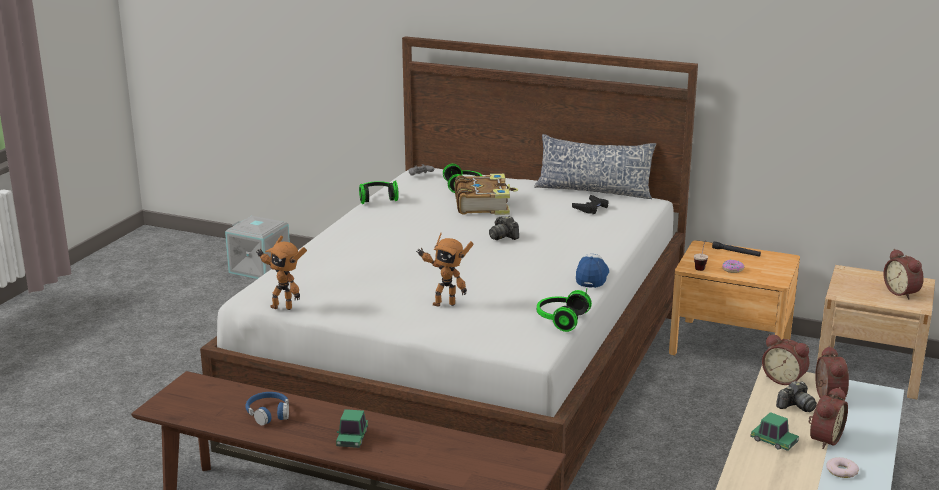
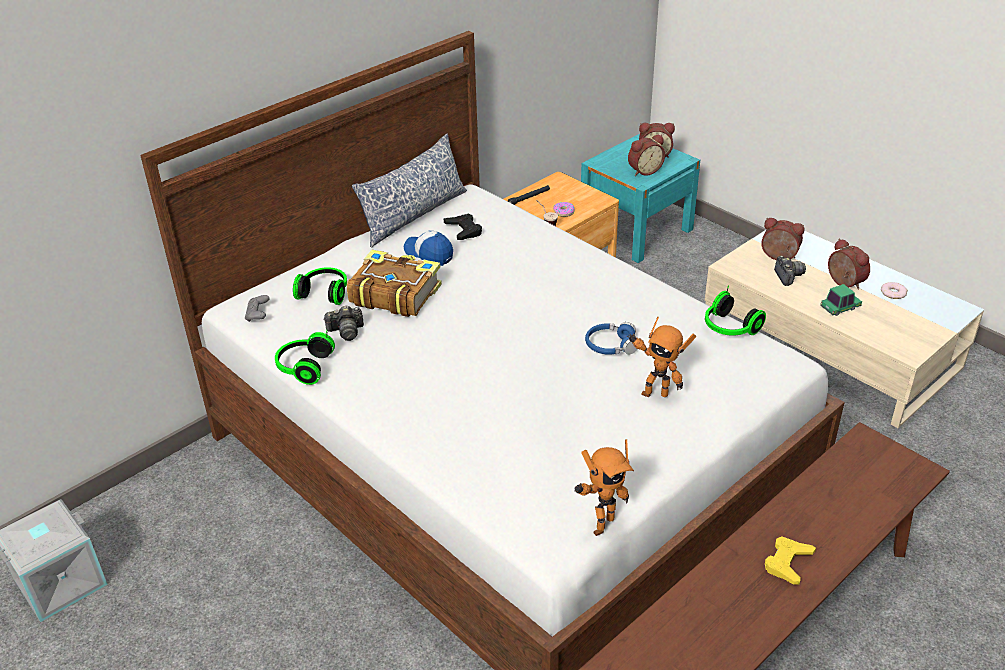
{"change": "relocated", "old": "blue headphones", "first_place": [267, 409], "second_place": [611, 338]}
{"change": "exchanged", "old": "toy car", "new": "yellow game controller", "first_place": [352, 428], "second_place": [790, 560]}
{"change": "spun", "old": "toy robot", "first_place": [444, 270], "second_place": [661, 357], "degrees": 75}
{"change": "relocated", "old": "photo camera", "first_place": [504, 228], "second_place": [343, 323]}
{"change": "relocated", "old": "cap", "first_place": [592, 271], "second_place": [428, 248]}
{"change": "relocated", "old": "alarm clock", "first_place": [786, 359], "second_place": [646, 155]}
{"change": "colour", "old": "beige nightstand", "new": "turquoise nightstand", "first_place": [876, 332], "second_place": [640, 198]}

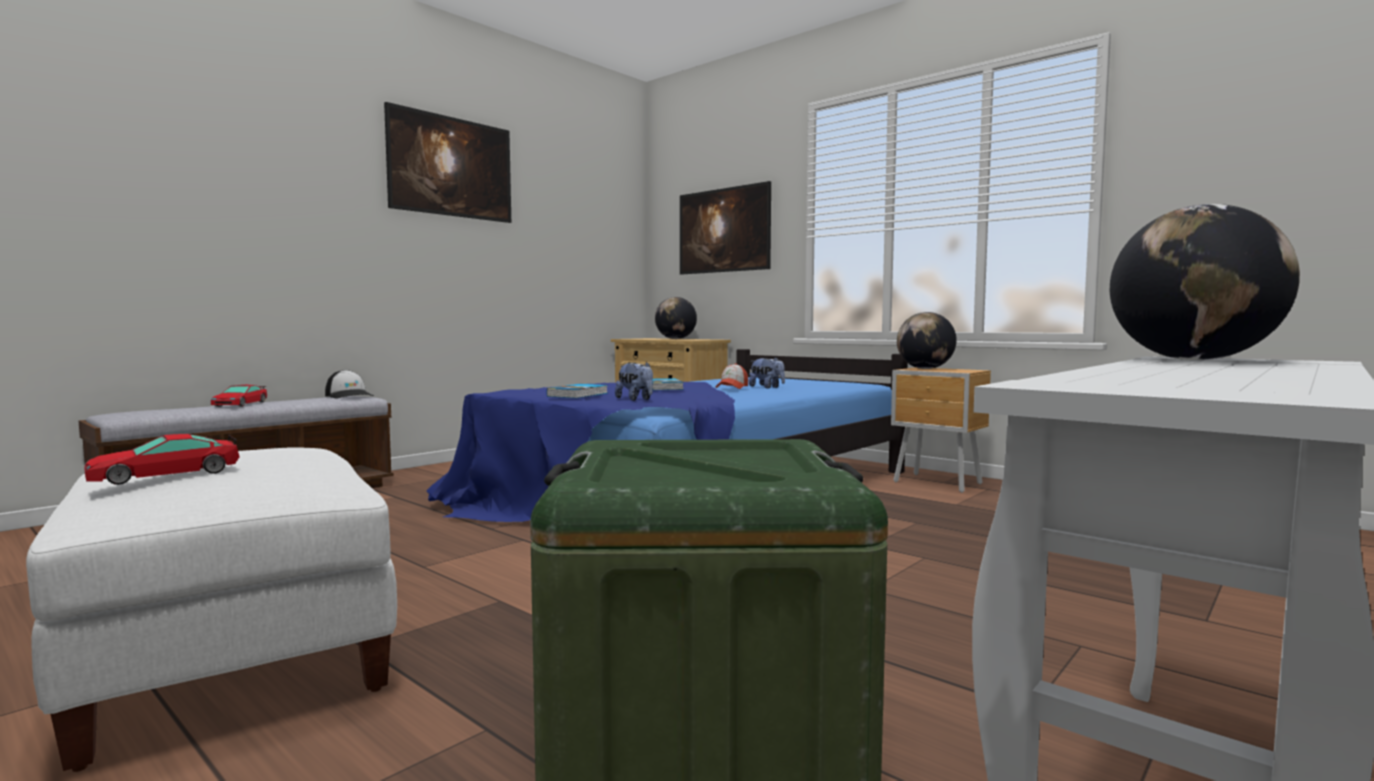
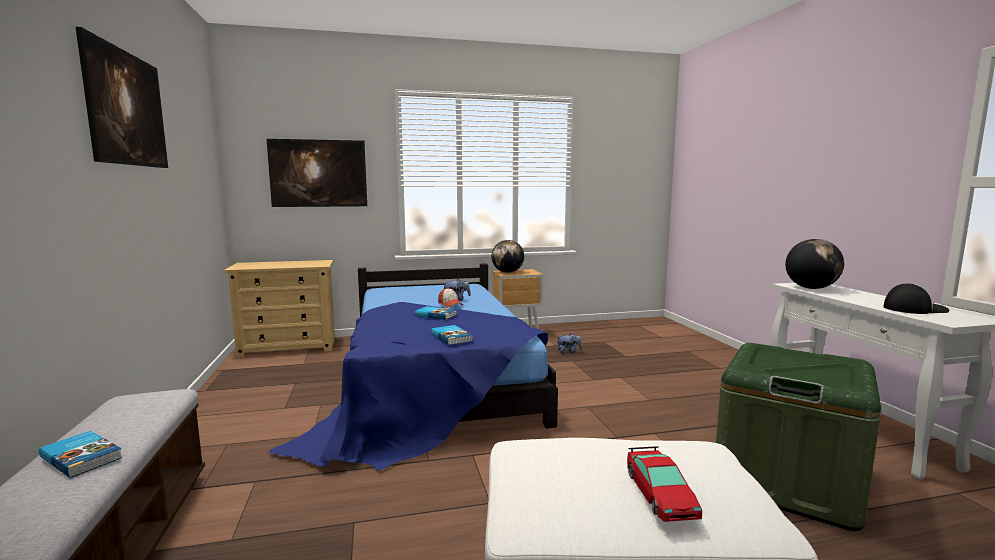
{"change": "exchanged", "old": "toy car", "new": "book", "first_place": [239, 396], "second_place": [81, 454]}
{"change": "relocated", "old": "cap", "first_place": [349, 384], "second_place": [916, 298]}
{"change": "relocated", "old": "plush toy", "first_place": [634, 381], "second_place": [569, 343]}
{"change": "missing", "old": "globe", "first_place": [676, 318]}

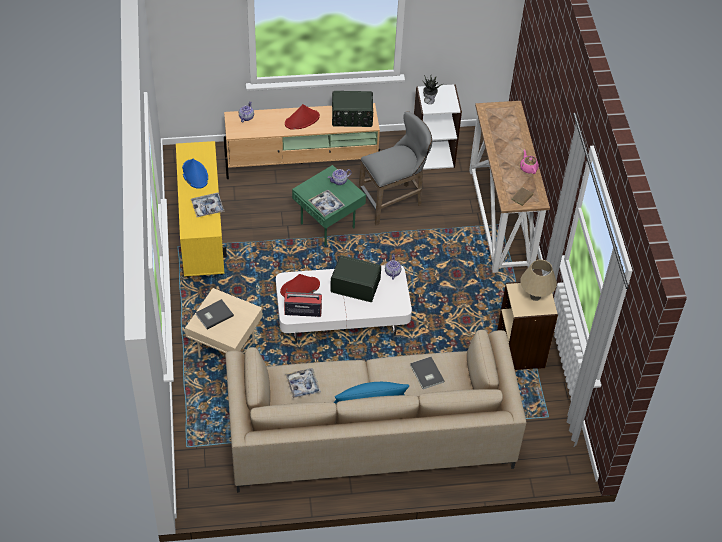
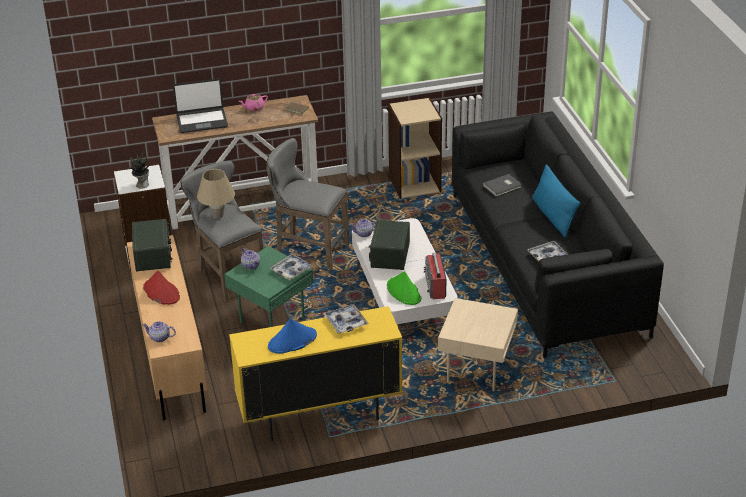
{"change": "missing", "old": "grey book", "first_place": [215, 314]}
{"change": "colour", "old": "beige sofa", "new": "black sofa", "first_place": [376, 411], "second_place": [557, 234]}
{"change": "colour", "old": "red hat", "new": "green hat", "first_place": [300, 285], "second_place": [404, 288]}
{"change": "relocated", "old": "beige table lamp", "first_place": [538, 280], "second_place": [216, 194]}
{"change": "appeared", "new": "laptop", "second_place": [200, 106]}
{"change": "appeared", "new": "grey stool", "second_place": [308, 204]}

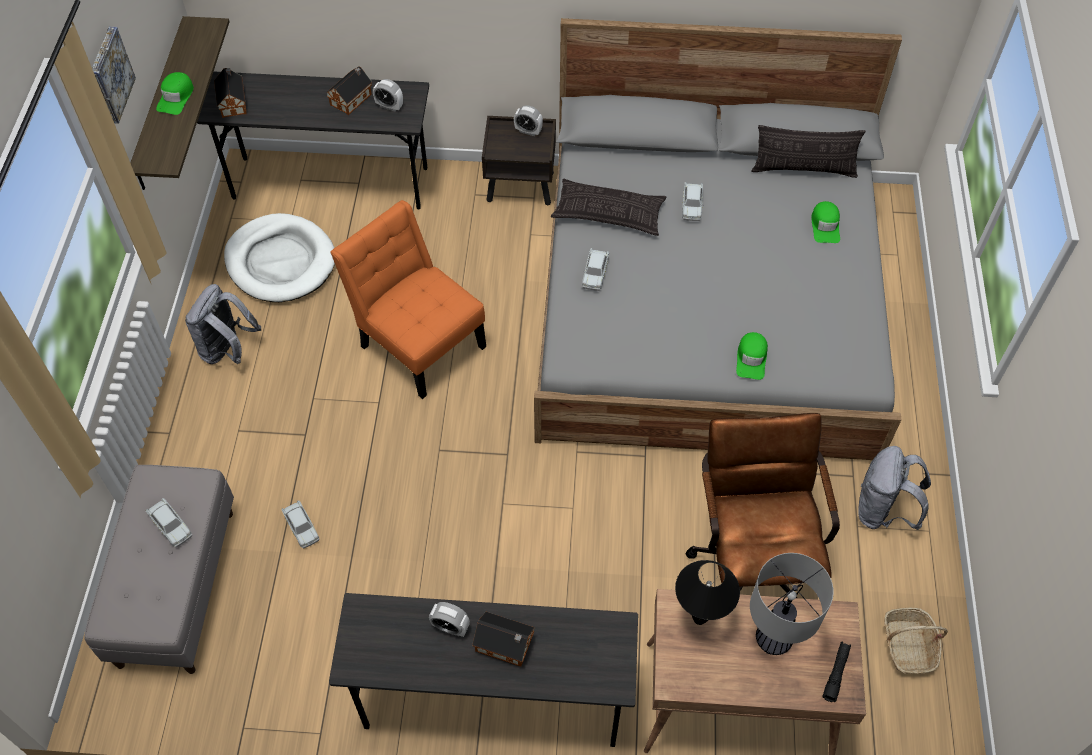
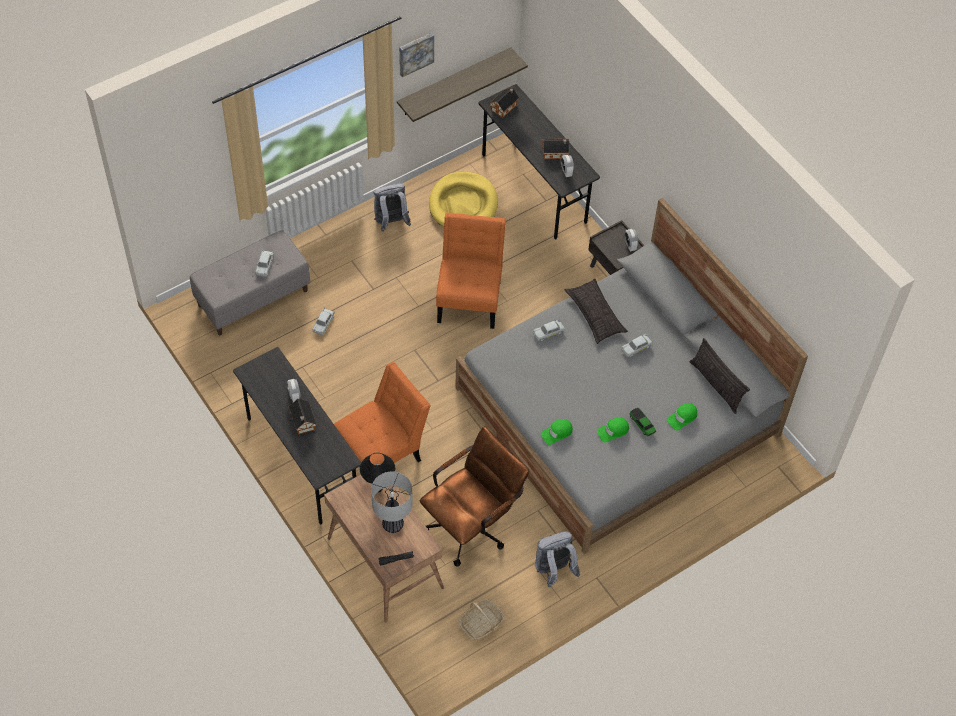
{"change": "relocated", "old": "green cap", "first_place": [175, 93], "second_place": [613, 430]}
{"change": "colour", "old": "white dog bed", "new": "yellow dog bed", "first_place": [279, 257], "second_place": [463, 199]}
{"change": "appeared", "new": "orange chair", "second_place": [382, 415]}
{"change": "appeared", "new": "toy car", "second_place": [643, 422]}

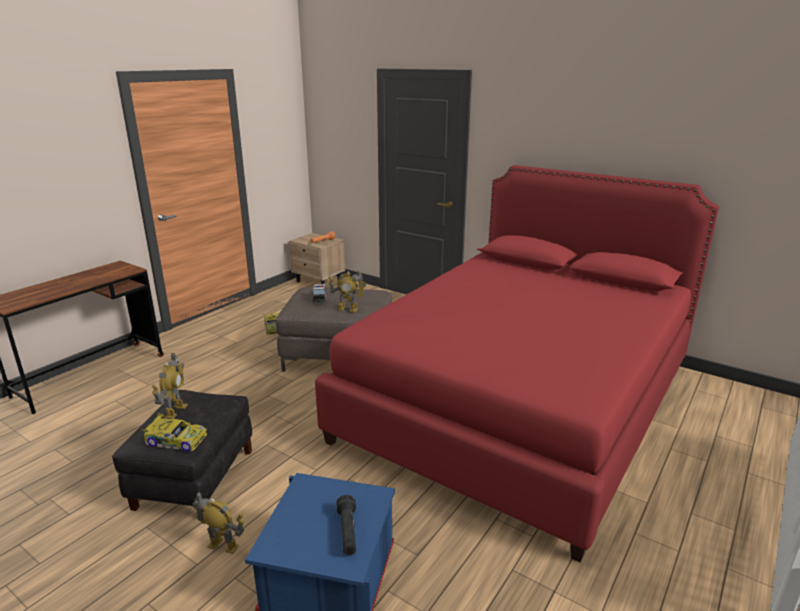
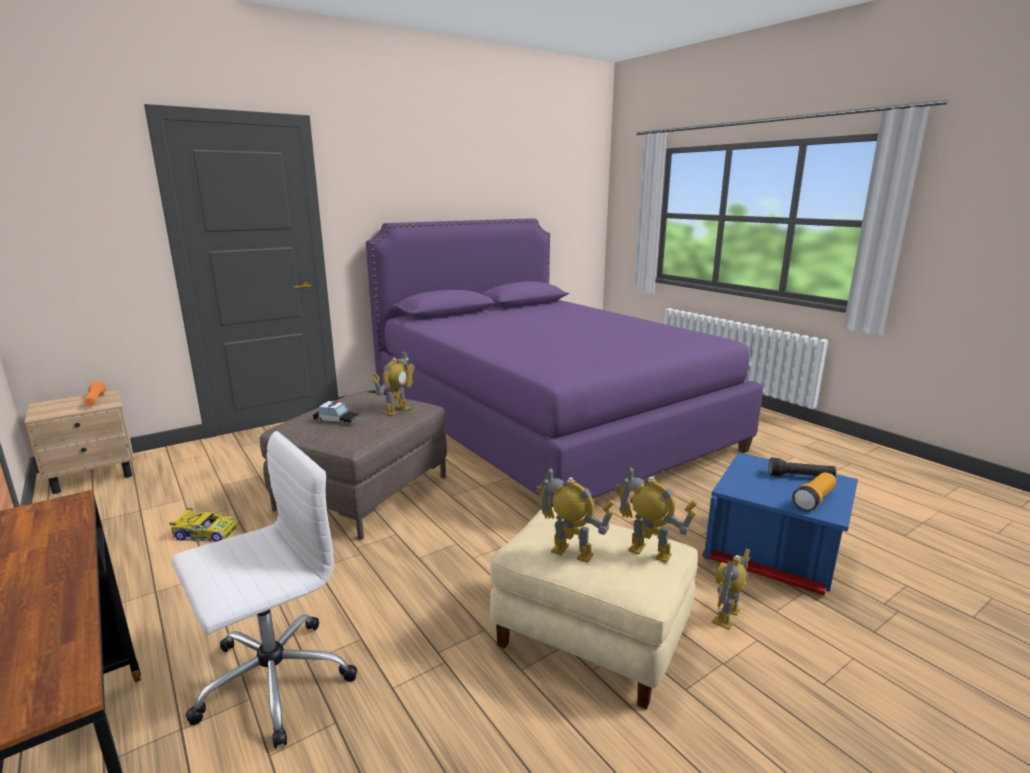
{"change": "colour", "old": "black ottoman", "new": "beige ottoman", "first_place": [182, 450], "second_place": [594, 608]}
{"change": "exchanged", "old": "toy car", "new": "toy robot", "first_place": [174, 432], "second_place": [655, 515]}
{"change": "colour", "old": "red bed", "new": "purple bed", "first_place": [517, 364], "second_place": [564, 362]}
{"change": "appeared", "new": "white office chair", "second_place": [264, 590]}
{"change": "appeared", "new": "flashlight", "second_place": [814, 491]}

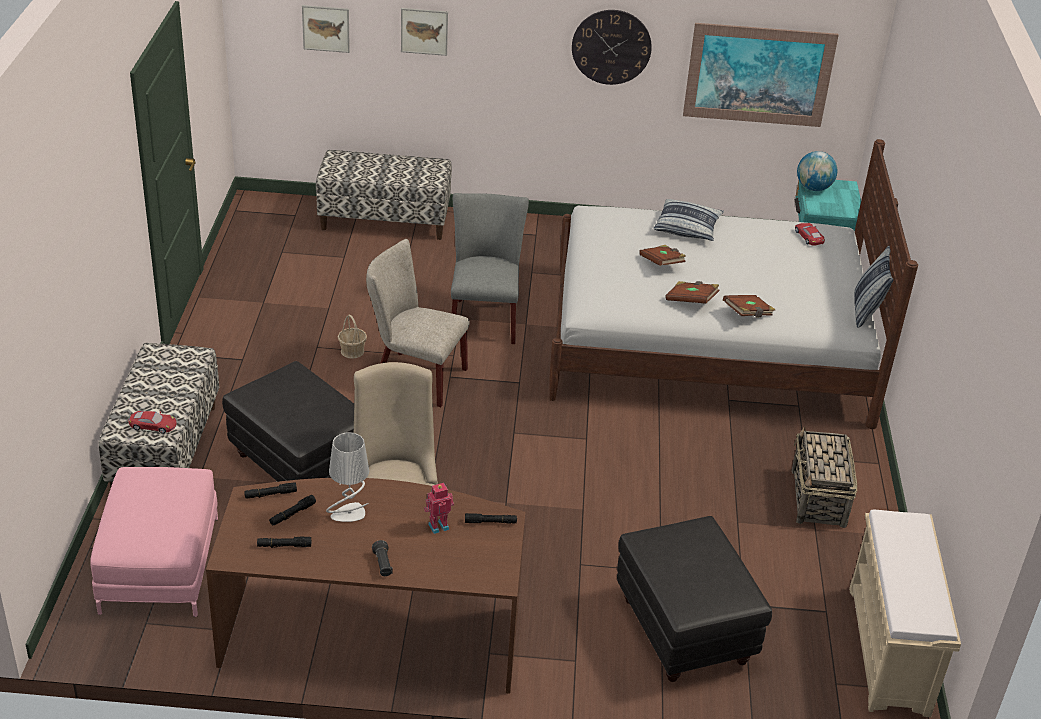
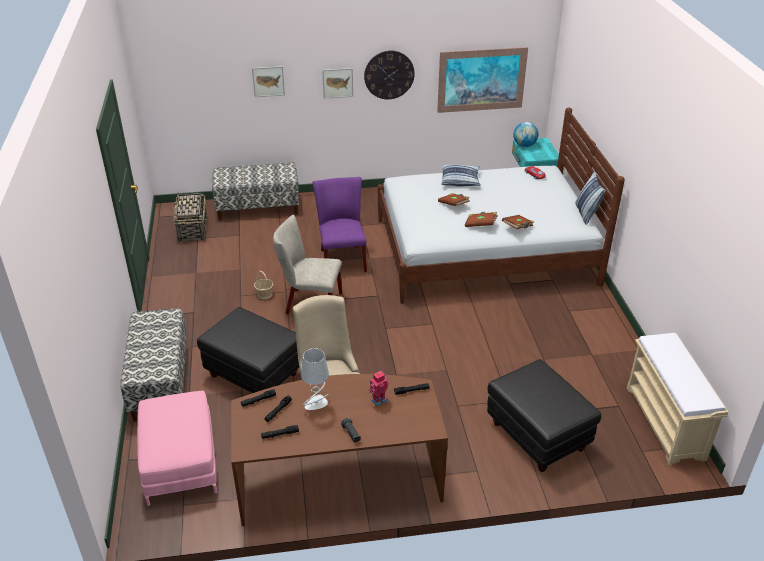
{"change": "missing", "old": "red toy car", "first_place": [153, 422]}
{"change": "relocated", "old": "picture", "first_place": [326, 29], "second_place": [337, 83]}
{"change": "colour", "old": "grey chair", "new": "purple chair", "first_place": [490, 268], "second_place": [340, 224]}
{"change": "relocated", "old": "basket", "first_place": [824, 477], "second_place": [189, 217]}

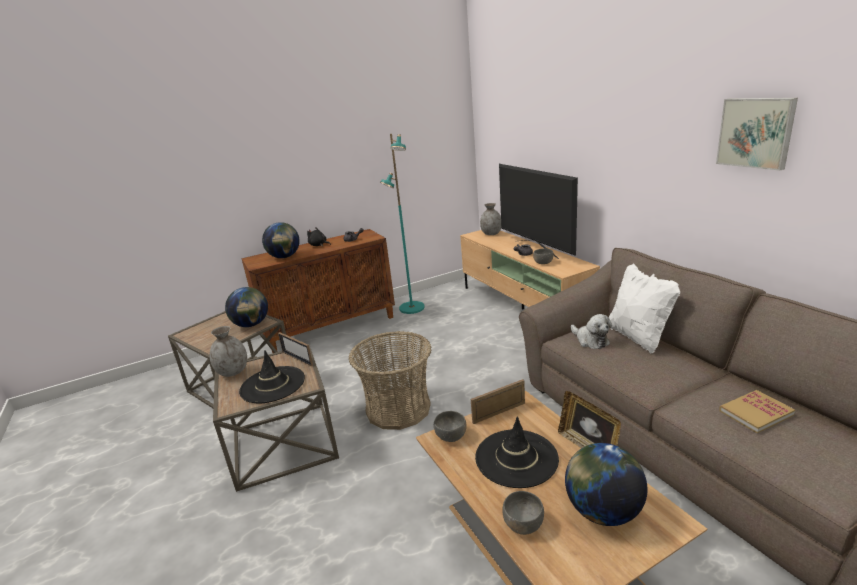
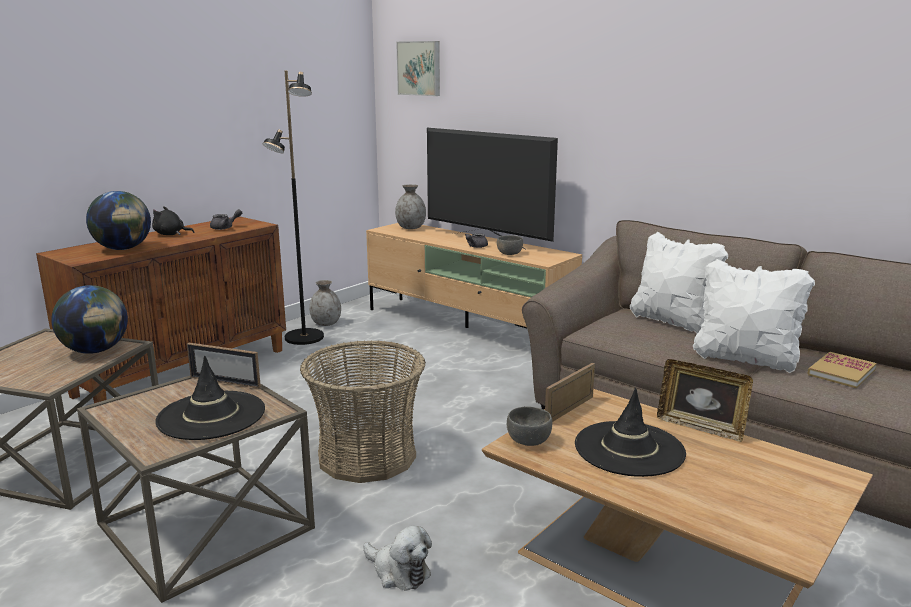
{"change": "relocated", "old": "grey vase", "first_place": [228, 351], "second_place": [325, 303]}
{"change": "colour", "old": "turquoise floor lamp", "new": "black floor lamp", "first_place": [402, 224], "second_place": [293, 208]}
{"change": "missing", "old": "grey bowl", "first_place": [523, 513]}
{"change": "missing", "old": "globe", "first_place": [606, 484]}
{"change": "relocated", "old": "plush toy", "first_place": [591, 331], "second_place": [397, 558]}
{"change": "relocated", "old": "picture", "first_place": [757, 134], "second_place": [418, 68]}
{"change": "appeared", "new": "white pillow", "second_place": [754, 316]}

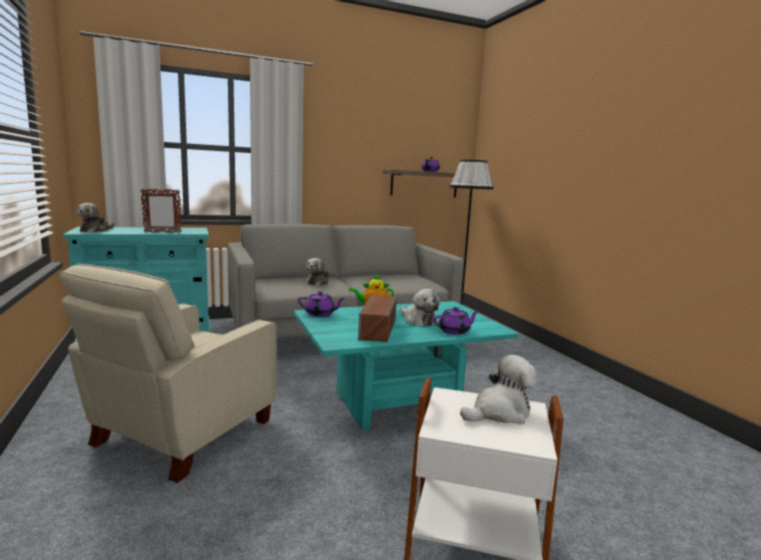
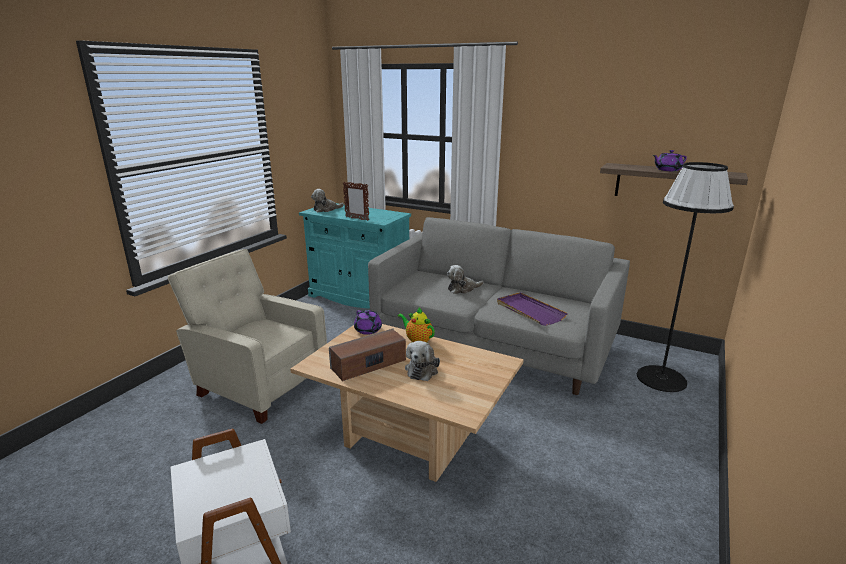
{"change": "spun", "old": "beige armchair", "first_place": [168, 373], "second_place": [247, 336], "degrees": 45}
{"change": "colour", "old": "turquoise coffee table", "new": "beige coffee table", "first_place": [406, 366], "second_place": [407, 403]}
{"change": "missing", "old": "purple teapot", "first_place": [456, 321]}
{"change": "missing", "old": "plush toy", "first_place": [498, 390]}
{"change": "appeared", "new": "purple tray", "second_place": [532, 309]}

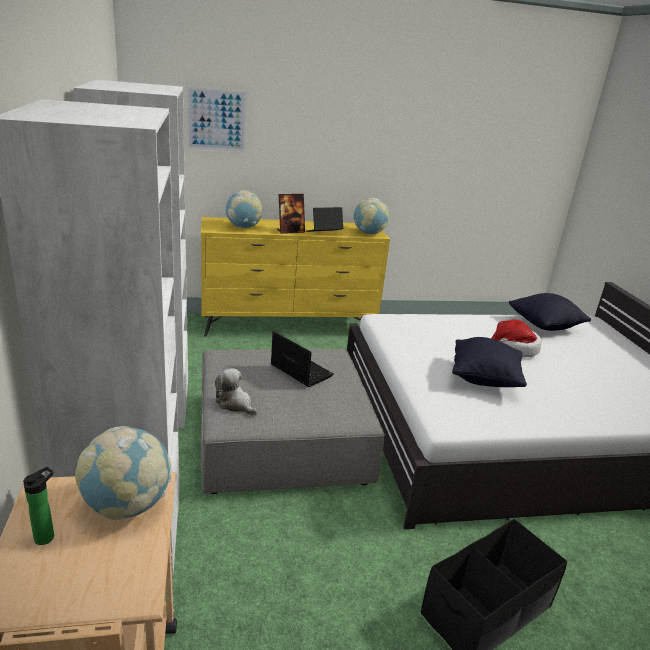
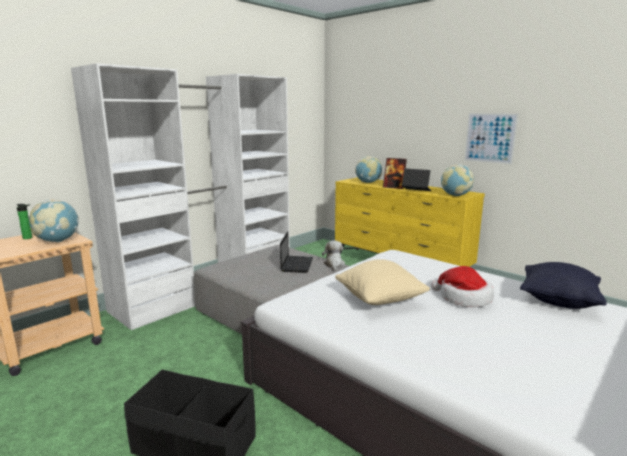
{"change": "relocated", "old": "picture", "first_place": [217, 119], "second_place": [491, 138]}
{"change": "relocated", "old": "plush toy", "first_place": [236, 391], "second_place": [333, 256]}
{"change": "colour", "old": "black pillow", "new": "beige pillow", "first_place": [489, 362], "second_place": [382, 282]}

